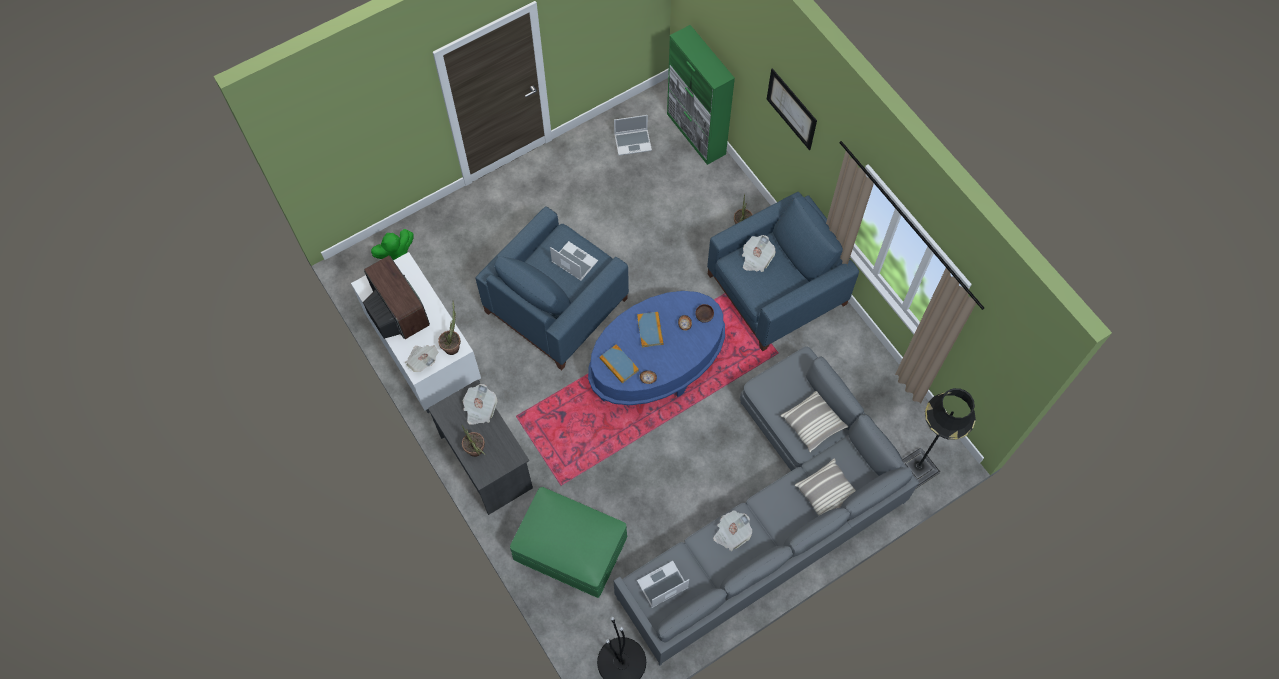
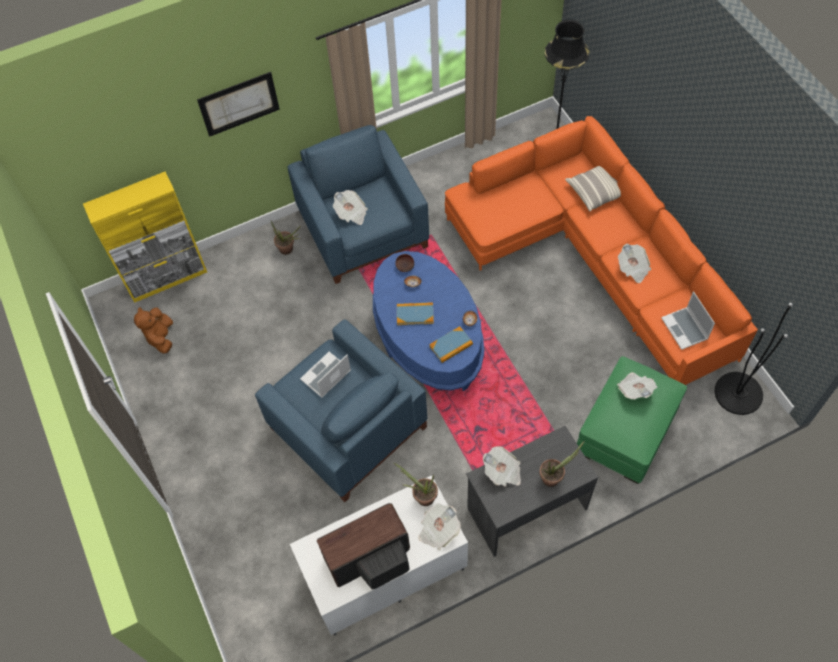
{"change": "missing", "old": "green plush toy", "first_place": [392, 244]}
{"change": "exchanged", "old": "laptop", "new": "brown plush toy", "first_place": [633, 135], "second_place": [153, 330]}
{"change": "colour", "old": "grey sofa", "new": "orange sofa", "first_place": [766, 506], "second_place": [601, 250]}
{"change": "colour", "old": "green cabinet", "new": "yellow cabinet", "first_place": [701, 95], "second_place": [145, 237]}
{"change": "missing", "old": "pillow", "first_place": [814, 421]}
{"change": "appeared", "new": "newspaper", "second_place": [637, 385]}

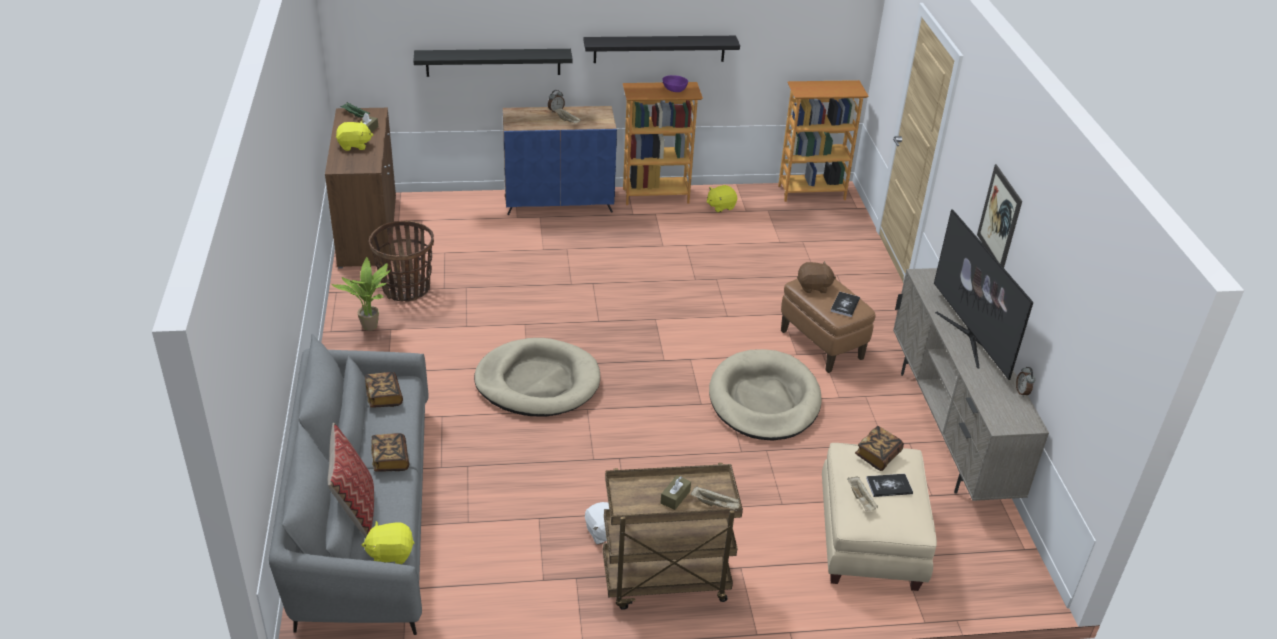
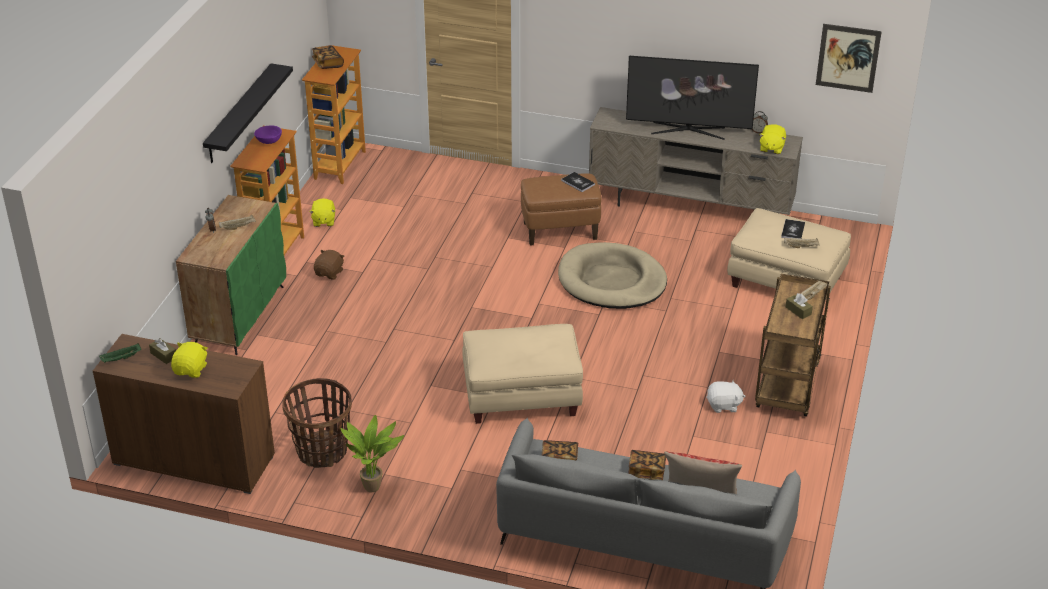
{"change": "relocated", "old": "yellow plush toy", "first_place": [388, 542], "second_place": [772, 139]}
{"change": "missing", "old": "black shelf", "first_place": [493, 63]}
{"change": "exchanged", "old": "beige dog bed", "new": "beige ottoman", "first_place": [537, 377], "second_place": [522, 374]}
{"change": "colour", "old": "blue cabinet", "new": "green cabinet", "first_place": [560, 160], "second_place": [231, 275]}
{"change": "relocated", "old": "brown plush toy", "first_place": [816, 277], "second_place": [329, 265]}
{"change": "relocated", "old": "book", "first_place": [879, 448], "second_place": [328, 57]}
{"change": "relocated", "old": "picture", "first_place": [999, 216], "second_place": [849, 58]}

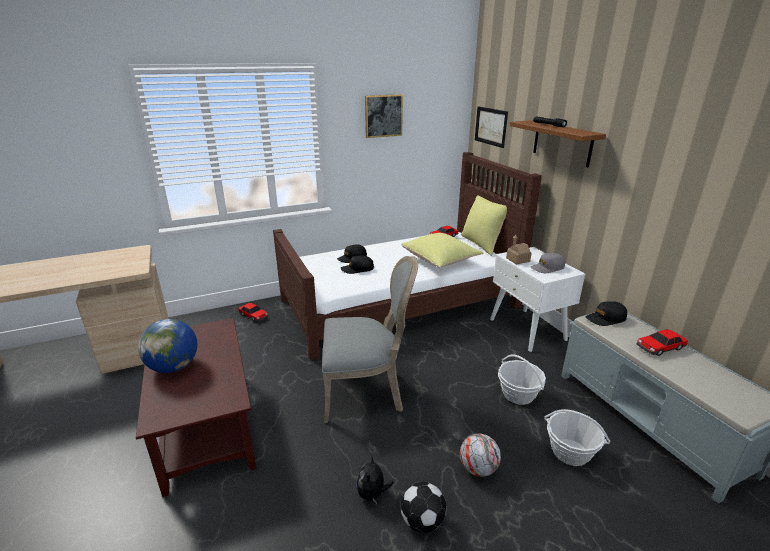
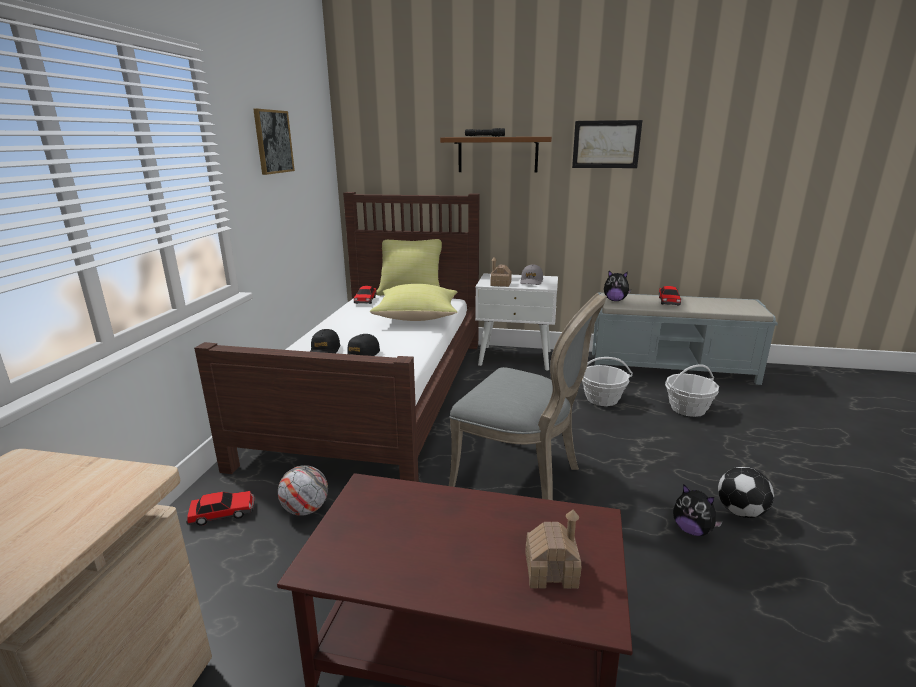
{"change": "missing", "old": "globe", "first_place": [167, 346]}
{"change": "spun", "old": "grey chair", "first_place": [370, 339], "second_place": [528, 396], "degrees": 90}
{"change": "relocated", "old": "football", "first_place": [480, 455], "second_place": [303, 490]}
{"change": "relocated", "old": "picture", "first_place": [491, 127], "second_place": [607, 144]}
{"change": "exchanged", "old": "black cap", "new": "plush toy", "first_place": [606, 313], "second_place": [617, 286]}
{"change": "appeared", "new": "toy house", "second_place": [553, 549]}

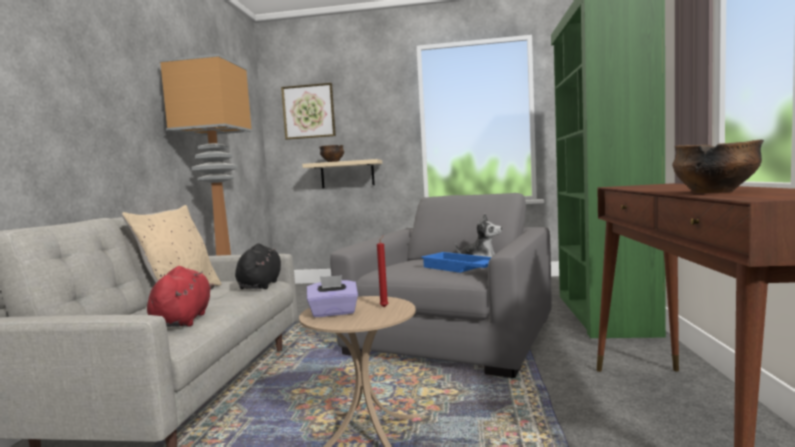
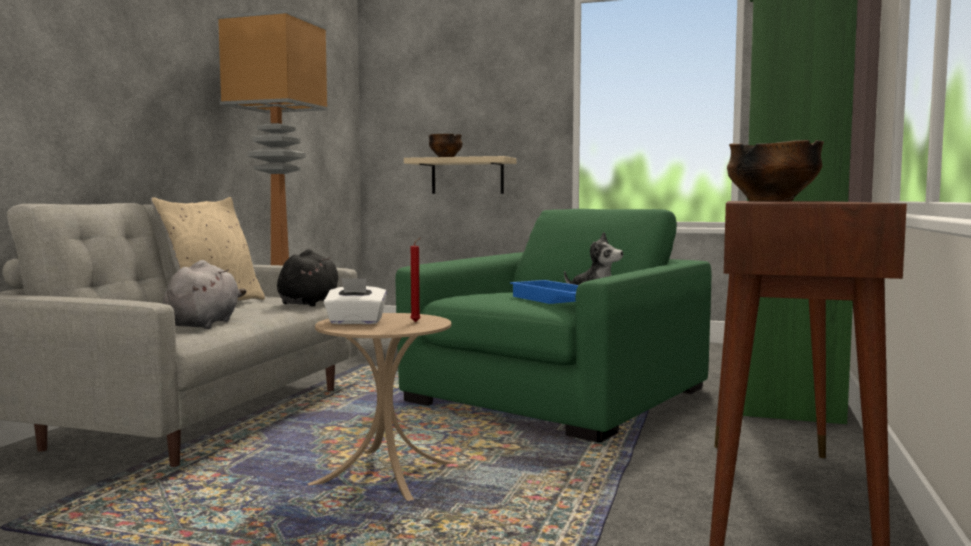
{"change": "colour", "old": "red plush toy", "new": "grey plush toy", "first_place": [180, 296], "second_place": [204, 294]}
{"change": "missing", "old": "picture", "first_place": [308, 111]}
{"change": "colour", "old": "purple tissue box", "new": "white tissue box", "first_place": [332, 296], "second_place": [355, 301]}
{"change": "colour", "old": "grey armchair", "new": "green armchair", "first_place": [441, 285], "second_place": [553, 325]}

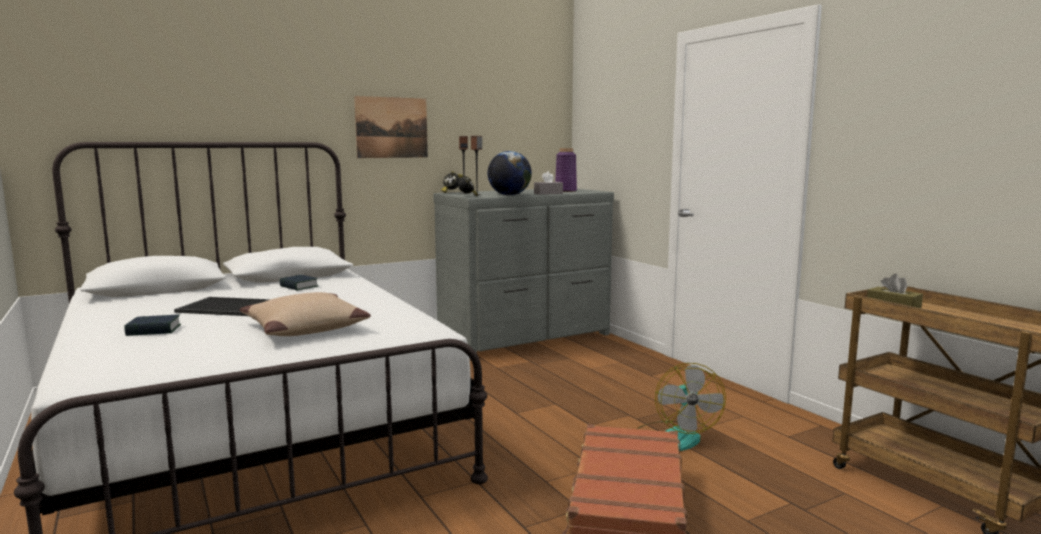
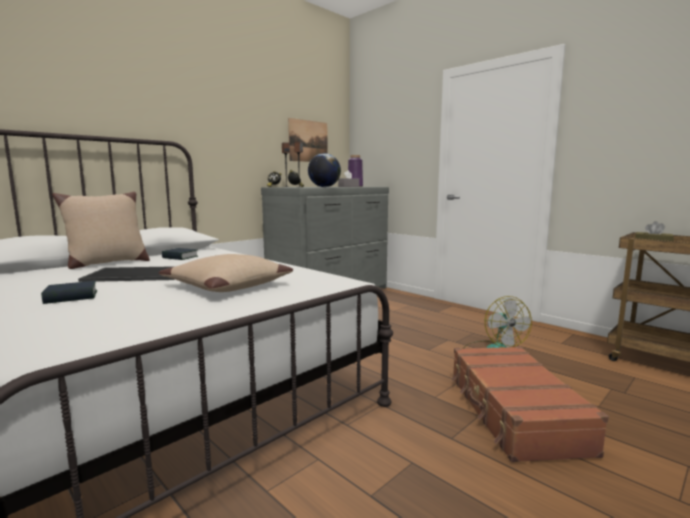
{"change": "relocated", "old": "picture", "first_place": [391, 127], "second_place": [308, 140]}
{"change": "appeared", "new": "beige pillow", "second_place": [101, 230]}

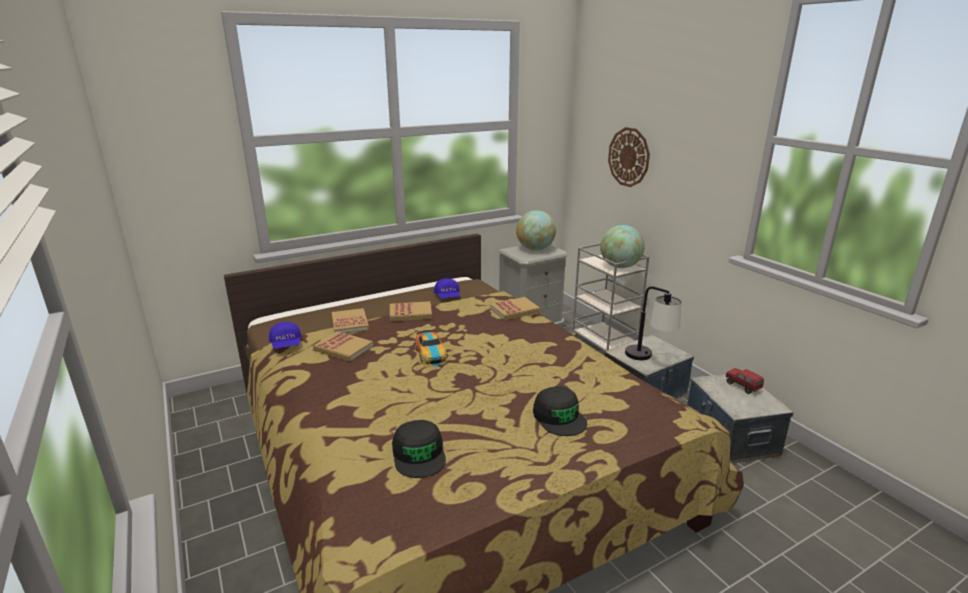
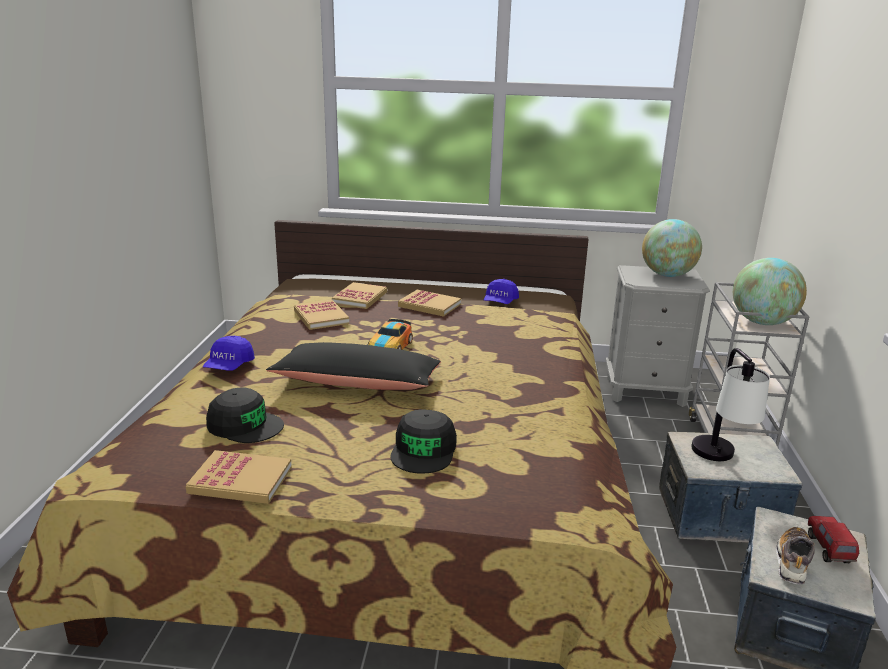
{"change": "relocated", "old": "blue cap", "first_place": [285, 335], "second_place": [229, 353]}
{"change": "spun", "old": "black cap", "first_place": [419, 449], "second_place": [245, 415], "degrees": -90}
{"change": "relocated", "old": "book", "first_place": [515, 308], "second_place": [239, 477]}
{"change": "missing", "old": "wall clock", "first_place": [629, 157]}
{"change": "appeared", "new": "black pillow", "second_place": [353, 366]}
{"change": "appeared", "new": "shoe", "second_place": [795, 555]}

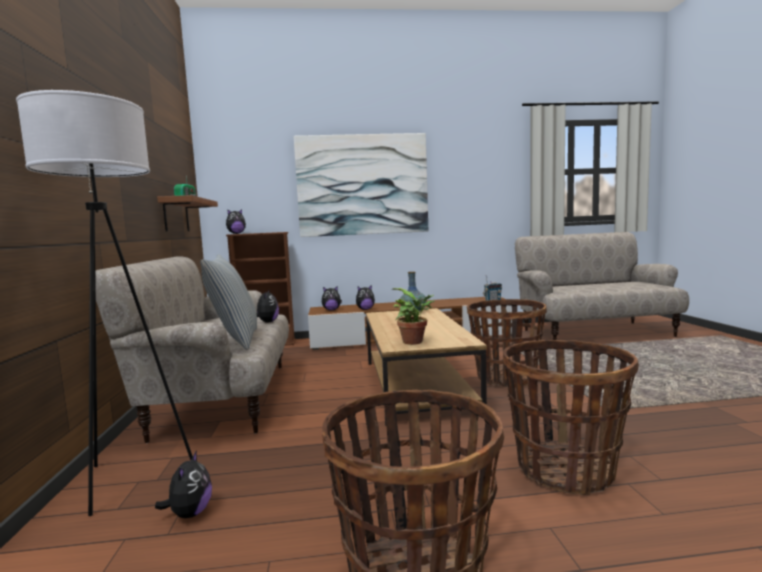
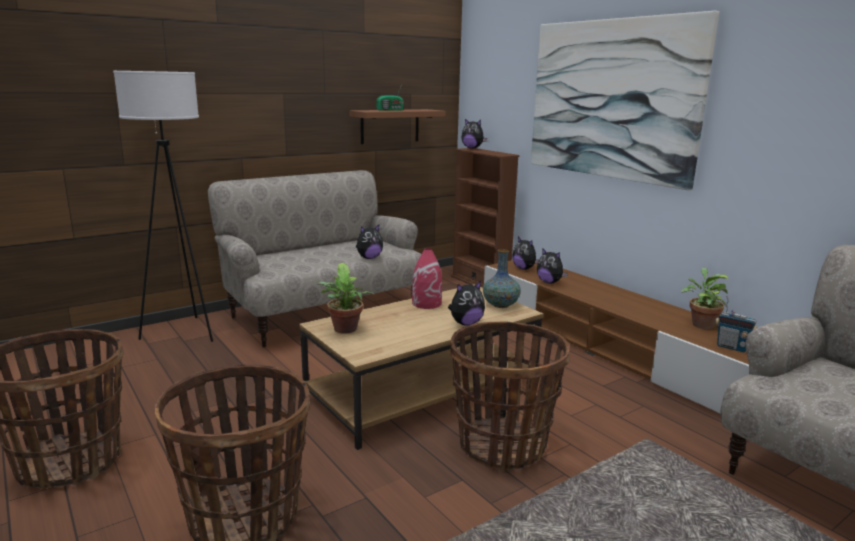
{"change": "relocated", "old": "plush toy", "first_place": [183, 484], "second_place": [466, 303]}
{"change": "missing", "old": "pillow", "first_place": [228, 302]}
{"change": "appeared", "new": "red vase", "second_place": [427, 278]}
{"change": "appeared", "new": "potted plant", "second_place": [705, 298]}

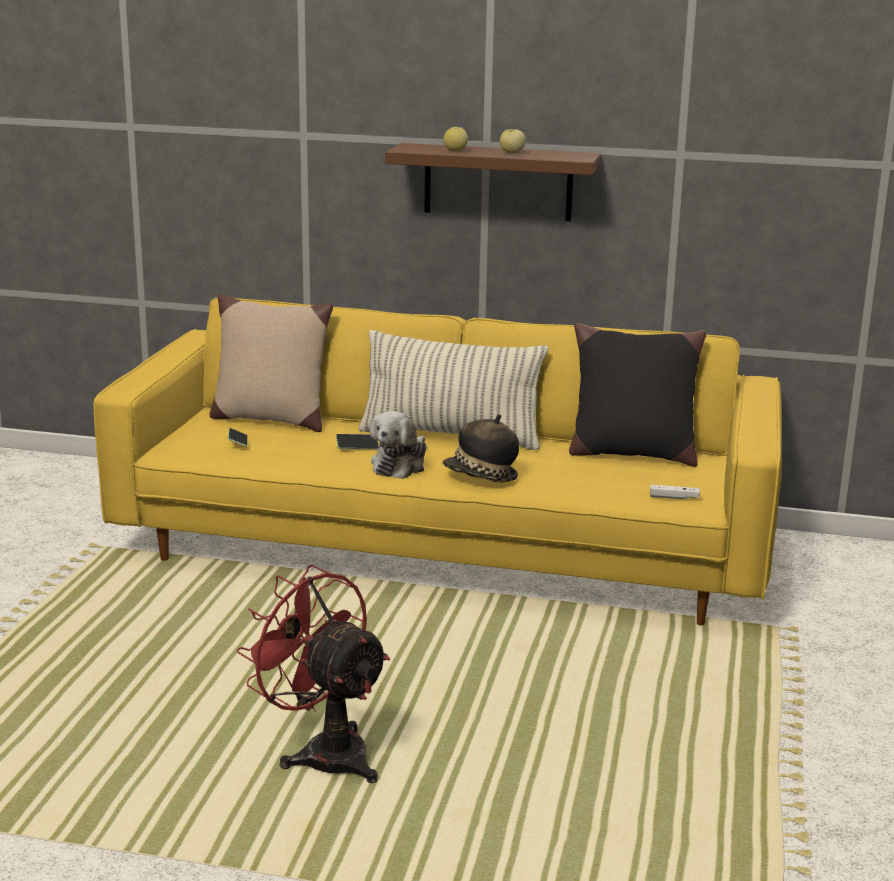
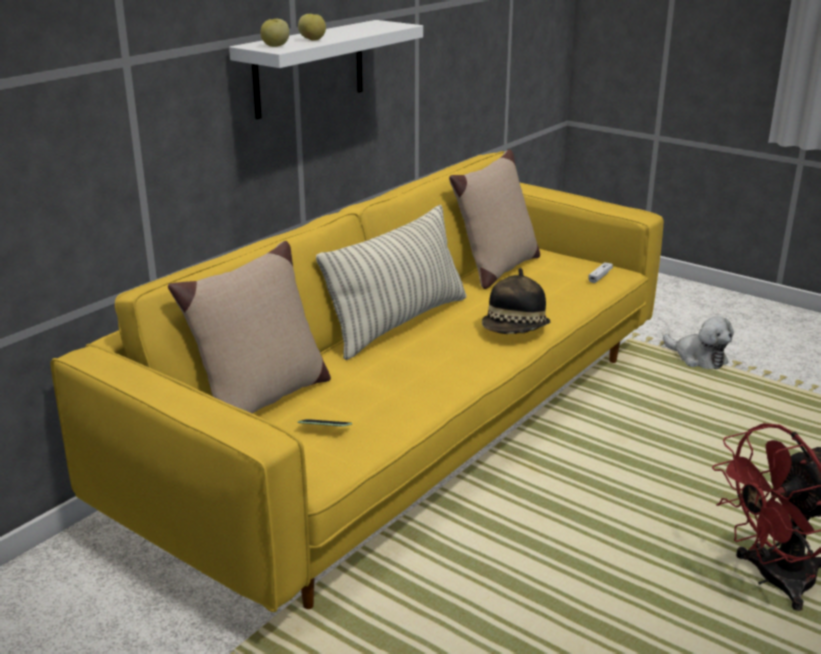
{"change": "missing", "old": "phone", "first_place": [357, 441]}
{"change": "relocated", "old": "plush toy", "first_place": [398, 445], "second_place": [698, 342]}
{"change": "colour", "old": "brown shelf", "new": "white shelf", "first_place": [493, 182], "second_place": [326, 69]}
{"change": "relocated", "old": "apple", "first_place": [513, 141], "second_place": [274, 33]}
{"change": "colour", "old": "black pillow", "new": "beige pillow", "first_place": [637, 395], "second_place": [494, 219]}

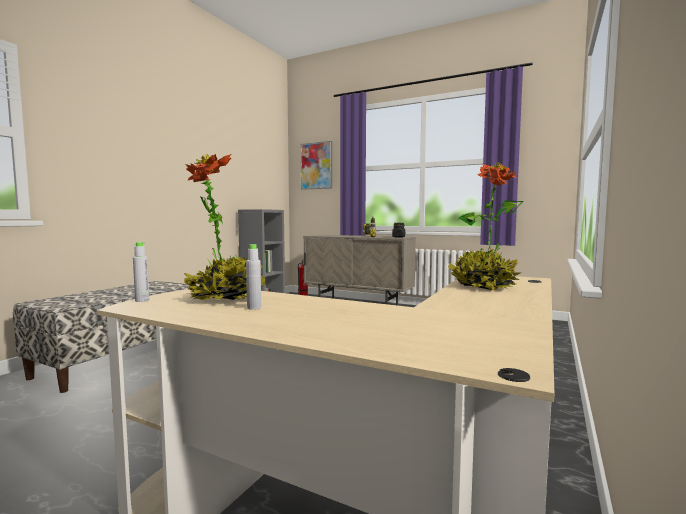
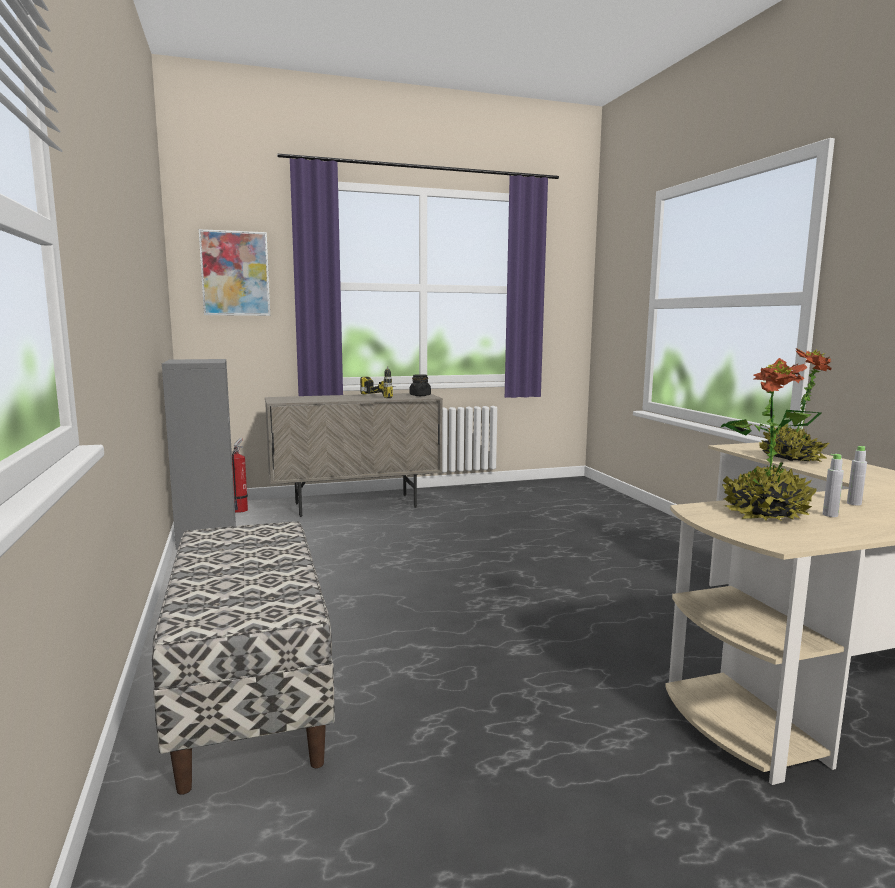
{"change": "relocated", "old": "grey bottle", "first_place": [141, 272], "second_place": [857, 476]}

